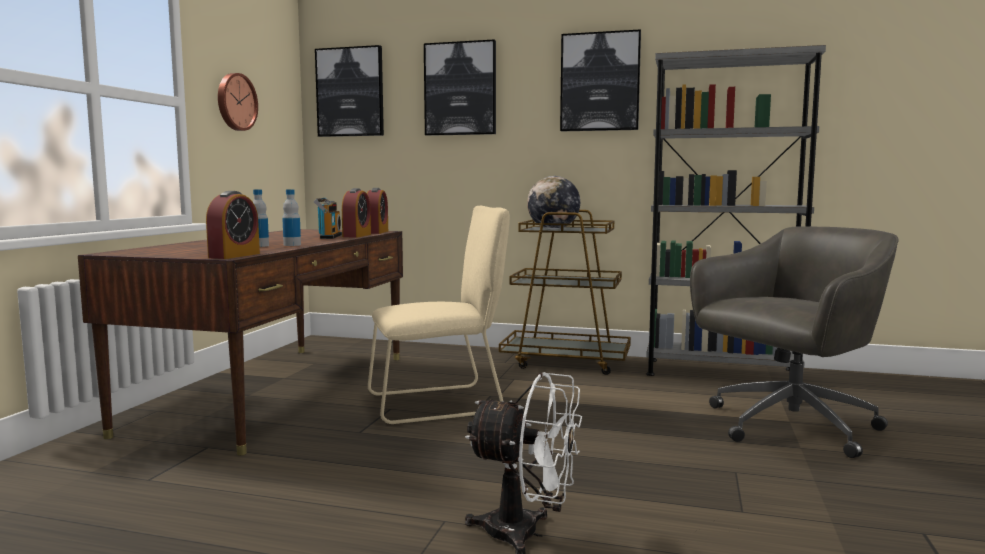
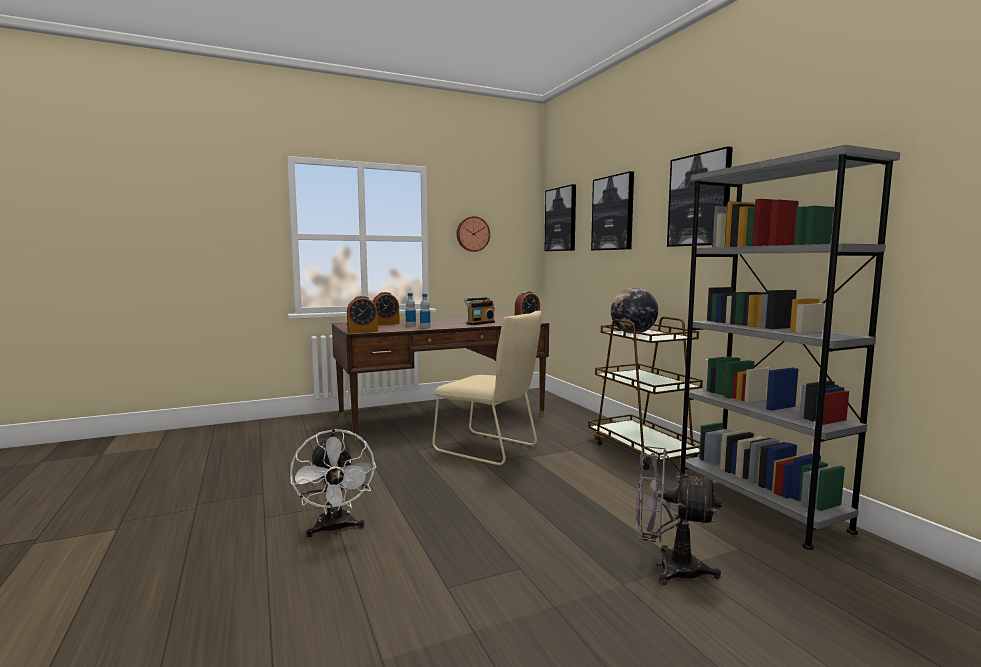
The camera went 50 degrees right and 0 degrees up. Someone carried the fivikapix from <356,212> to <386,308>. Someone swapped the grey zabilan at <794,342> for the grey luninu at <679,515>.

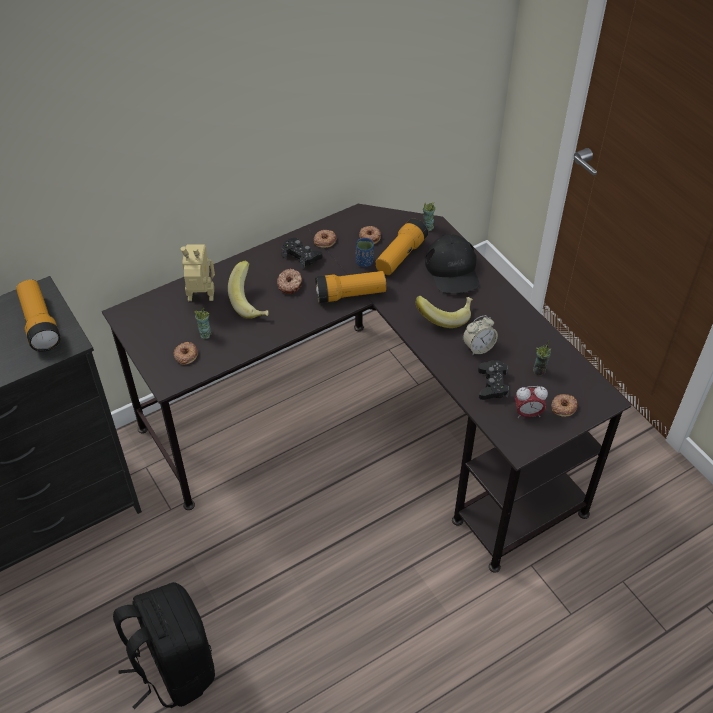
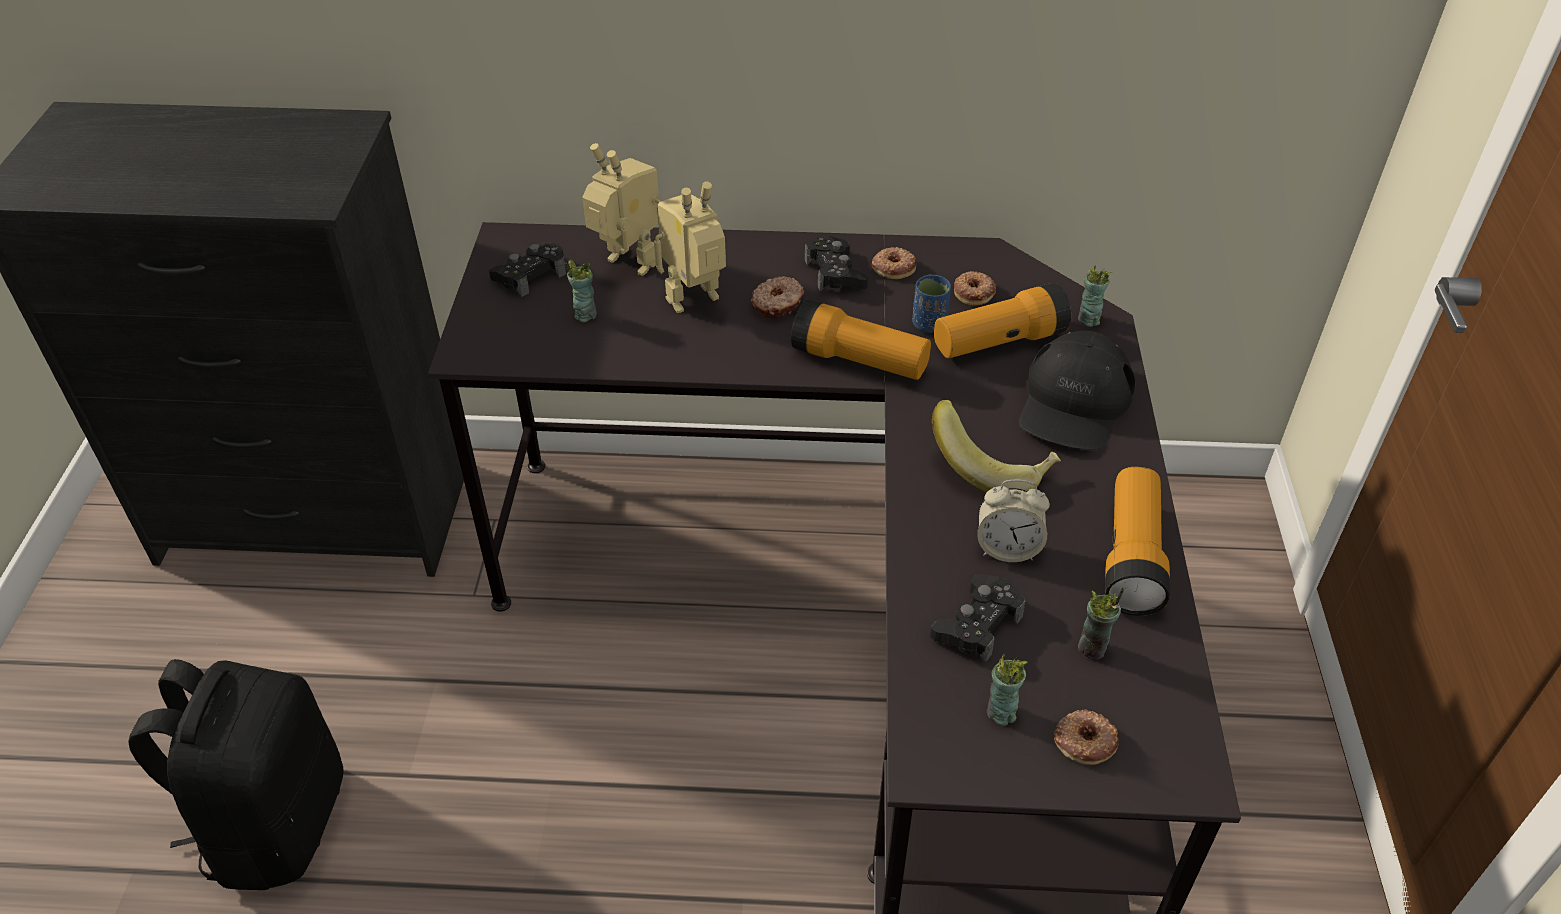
The camera went 35 degrees right and 5 degrees down. Someone took away the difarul at <186,353>. Someone put down the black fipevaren at <527,269>. Someone carried the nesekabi from <38,316> to <1137,541>. Someone swapped the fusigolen at <248,290> for the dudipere at <690,247>. Someone swapped the fivikapix at <531,402> for the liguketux at <1007,689>.

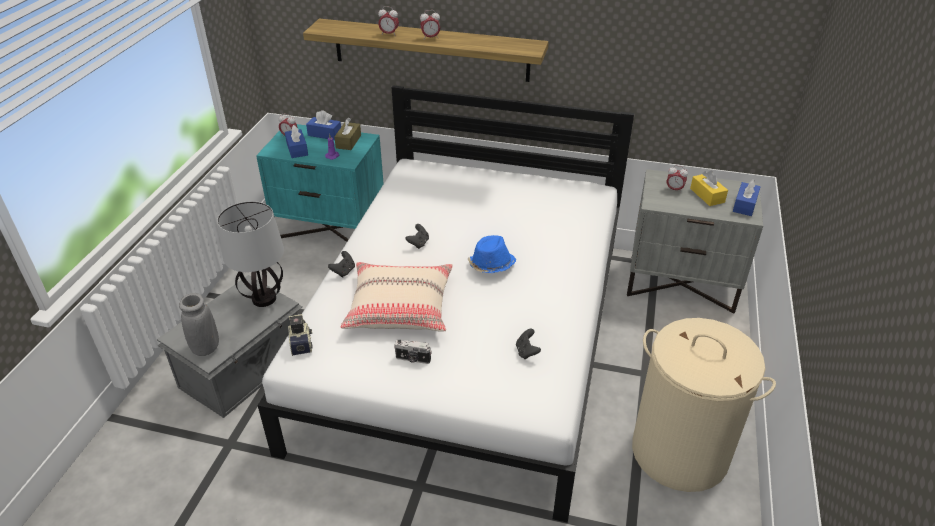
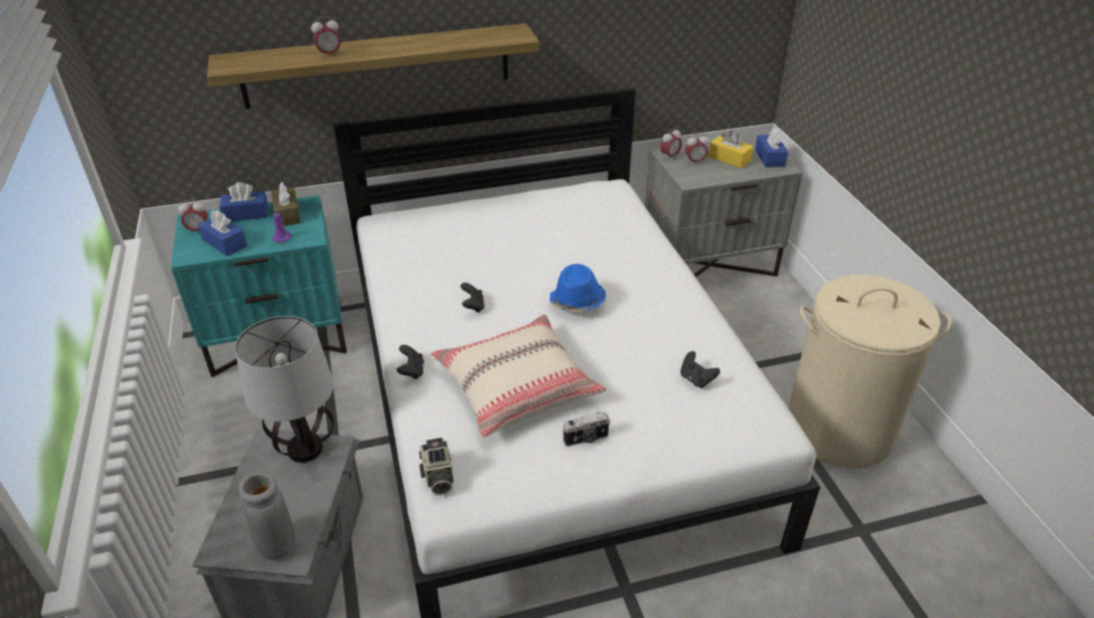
The camera went 30 degrees left and 0 degrees up. Someone carried the fivikapix from <430,25> to <671,144>. Someone rotated the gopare at <300,335> by 150 degrees counterclockwise.

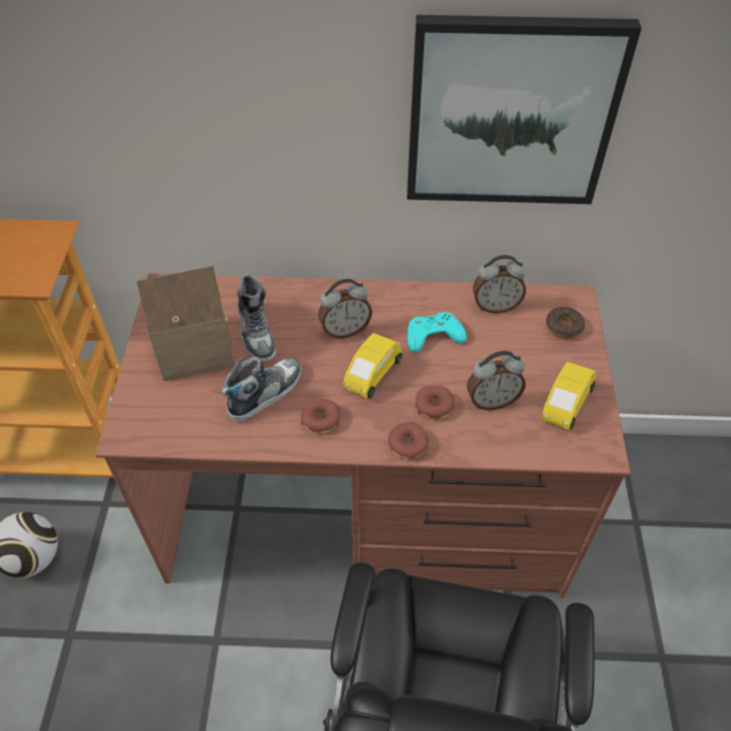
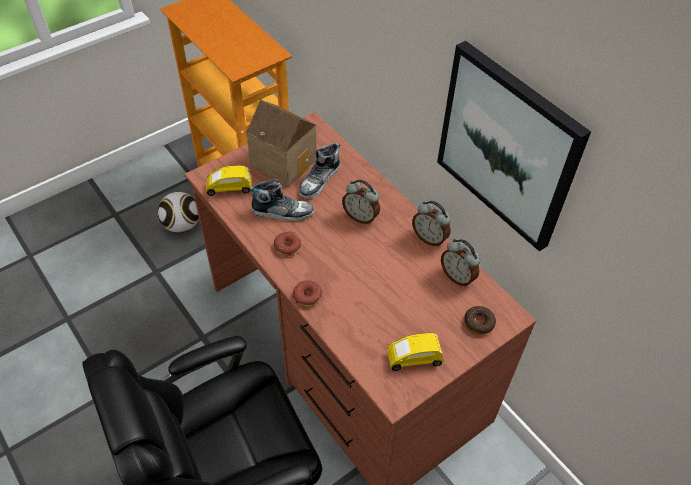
The camera went 50 degrees right and 0 degrees up. Someone took away the turquoise fipevaren at <437,332>. Someone took away the difarul at <435,402>. Someone carried the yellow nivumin from <372,365> to <228,180>. Someone carried the fivikapix from <496,380> to <431,224>.

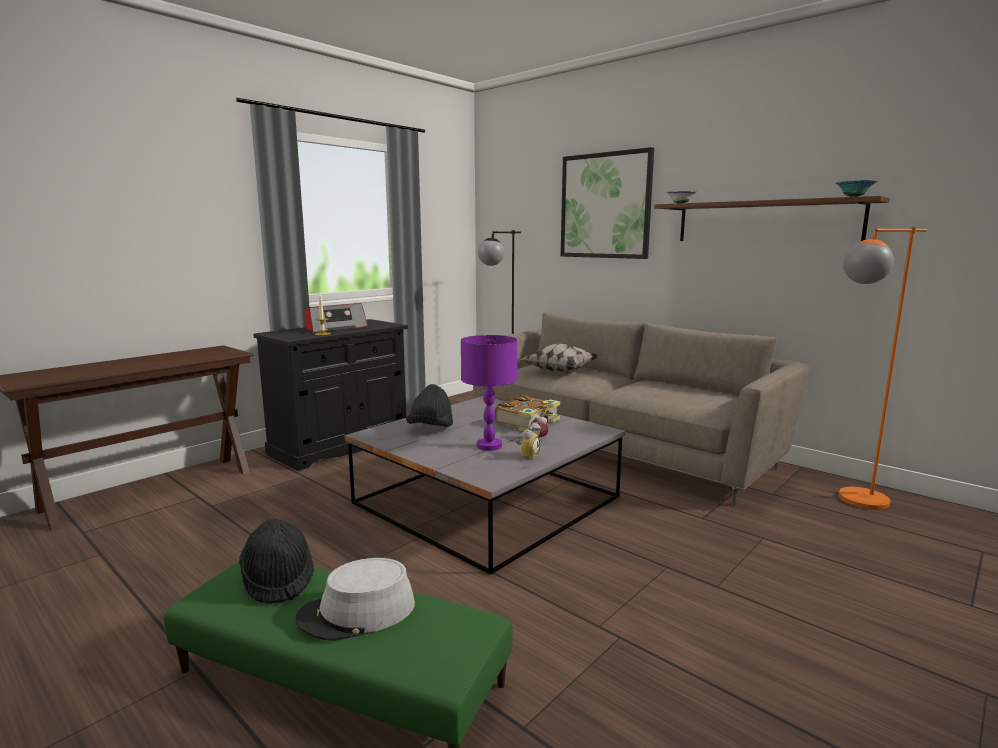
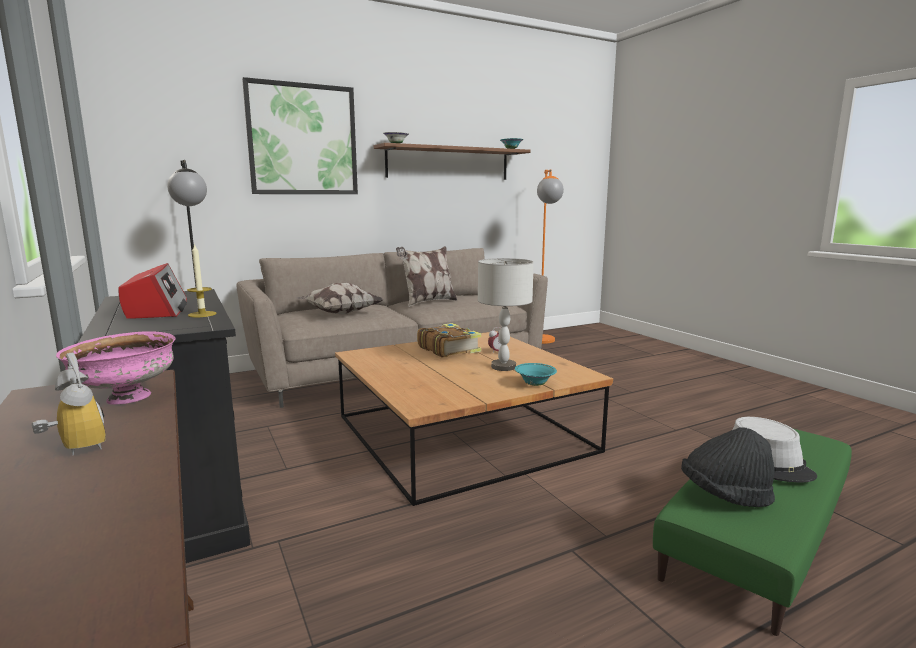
The camera went 70 degrees left and 0 degrees up. Someone took away the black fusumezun at <429,405>. Someone put down the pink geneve at <116,367>. Someone put down the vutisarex at <426,276>. Someone put down the turquoise geneve at <536,374>. Someone carried the fivikapix from <528,438> to <69,404>. Someone repainted the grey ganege at <485,485>, which became the brown ganege at <474,418>. Someone repainted the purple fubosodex at <489,393>, which became the grey fubosodex at <506,314>.

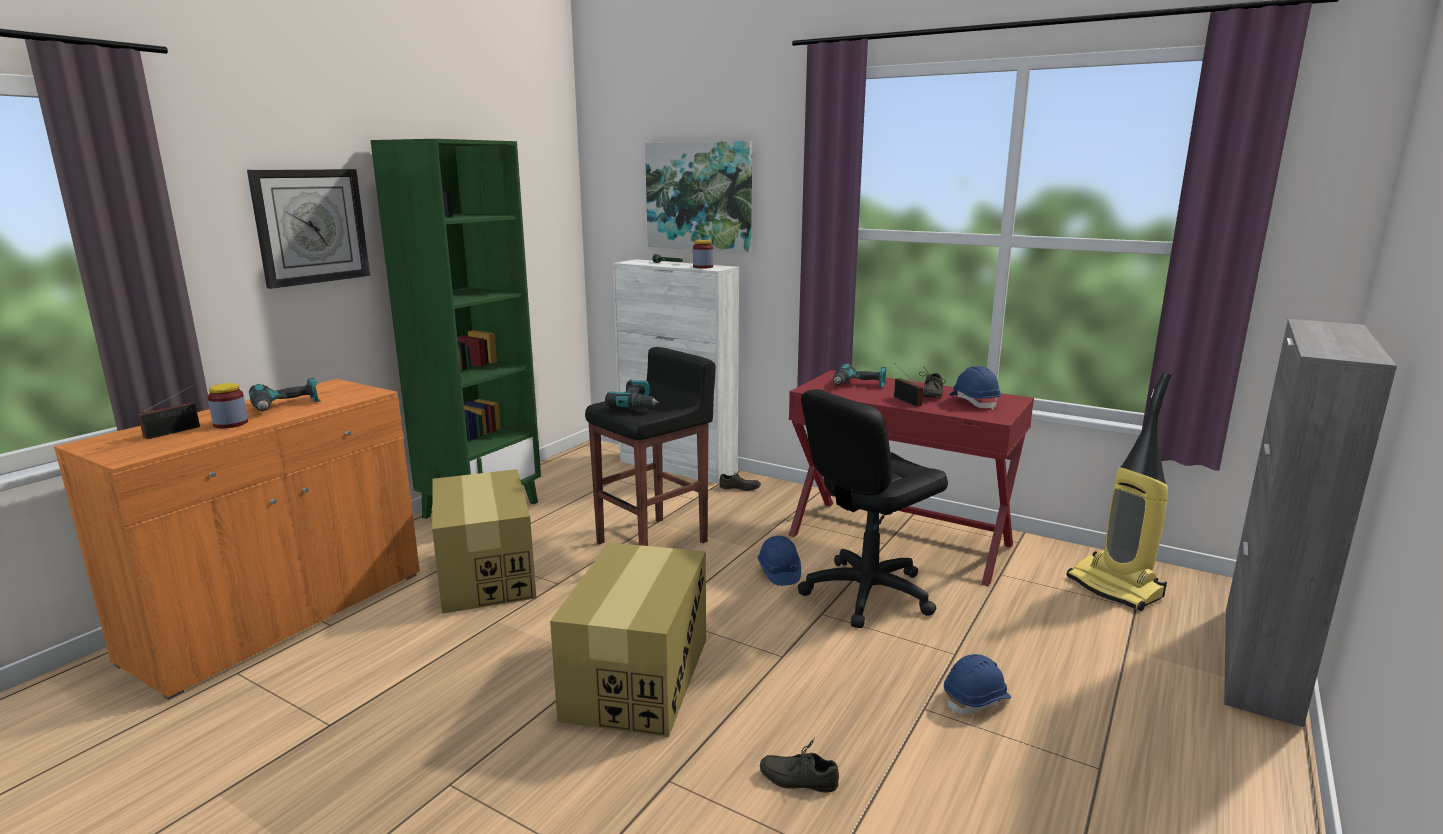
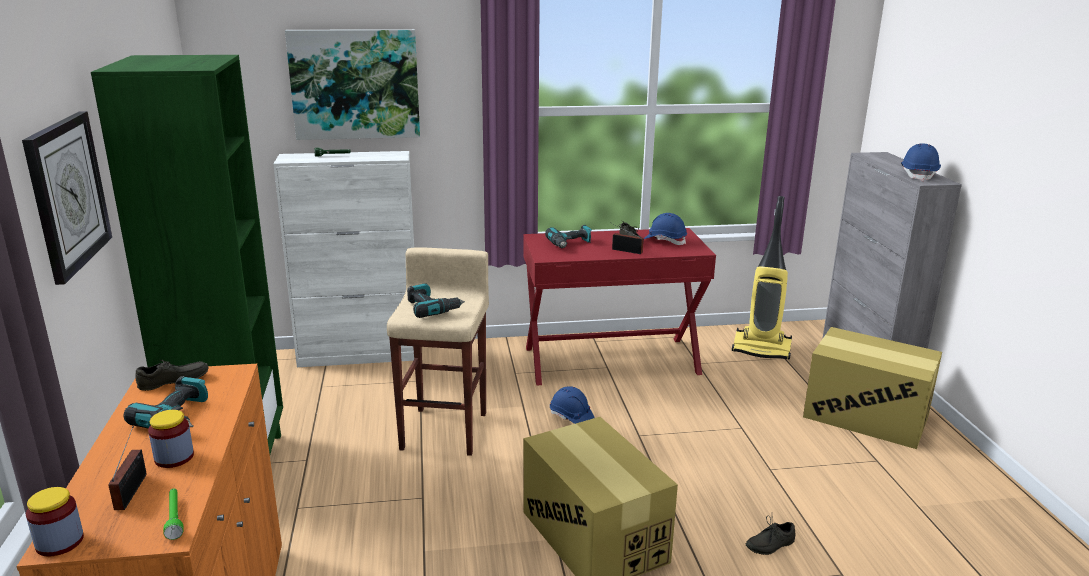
The camera went 40 degrees left and 5 degrees up. Someone took away the black zabilan at <873,508>. Someone put down the green nesekabi at <173,514>. Someone carried the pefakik from <484,541> to <872,388>. Someone carried the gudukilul from <703,254> to <55,522>. Someone carried the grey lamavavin from <740,481> to <172,375>. Someone carried the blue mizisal from <977,684> to <921,162>. Someone repainted the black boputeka at <650,446>, which became the beige boputeka at <438,352>.

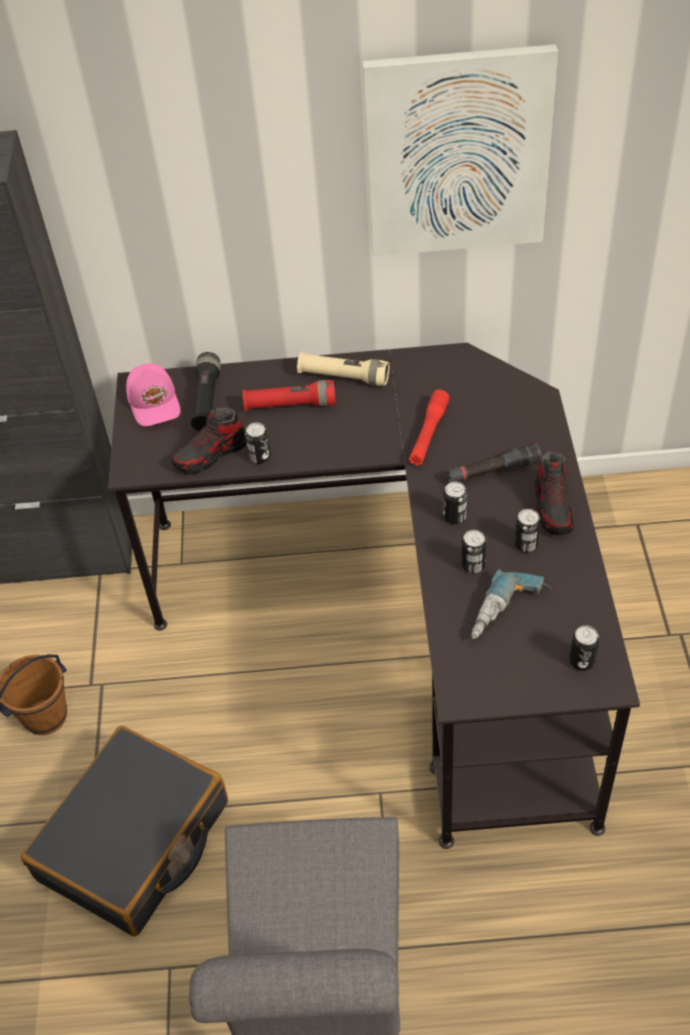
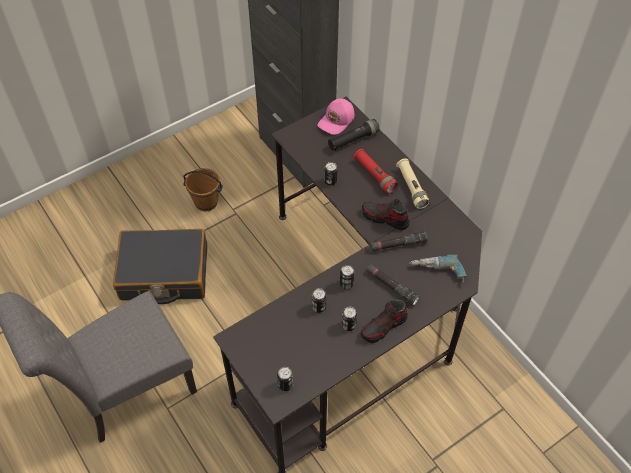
The camera went 55 degrees right and 5 degrees up. Someone took away the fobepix at <460,150>. Someone carried the lamavavin from <209,441> to <386,214>. Someone carried the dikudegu from <511,604> to <438,269>. Someone repainted the red nesekabi at <429,428>, which became the black nesekabi at <398,241>.

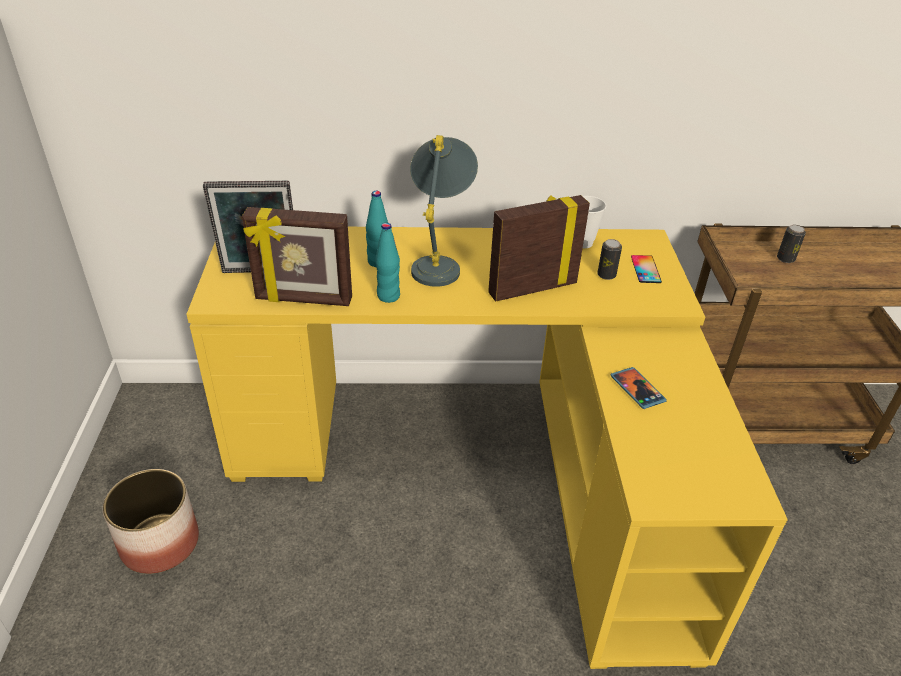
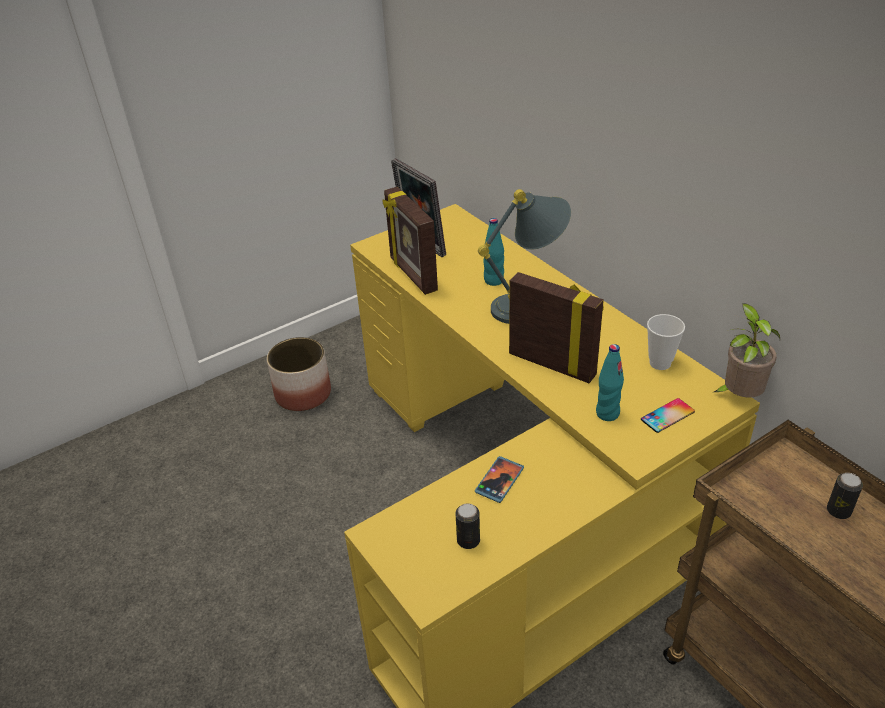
The camera went 60 degrees right and 0 degrees up. Someone put down the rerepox at <746,350>. Someone carried the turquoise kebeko from <387,263> to <610,382>. Someone carried the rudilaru from <609,259> to <467,526>.

